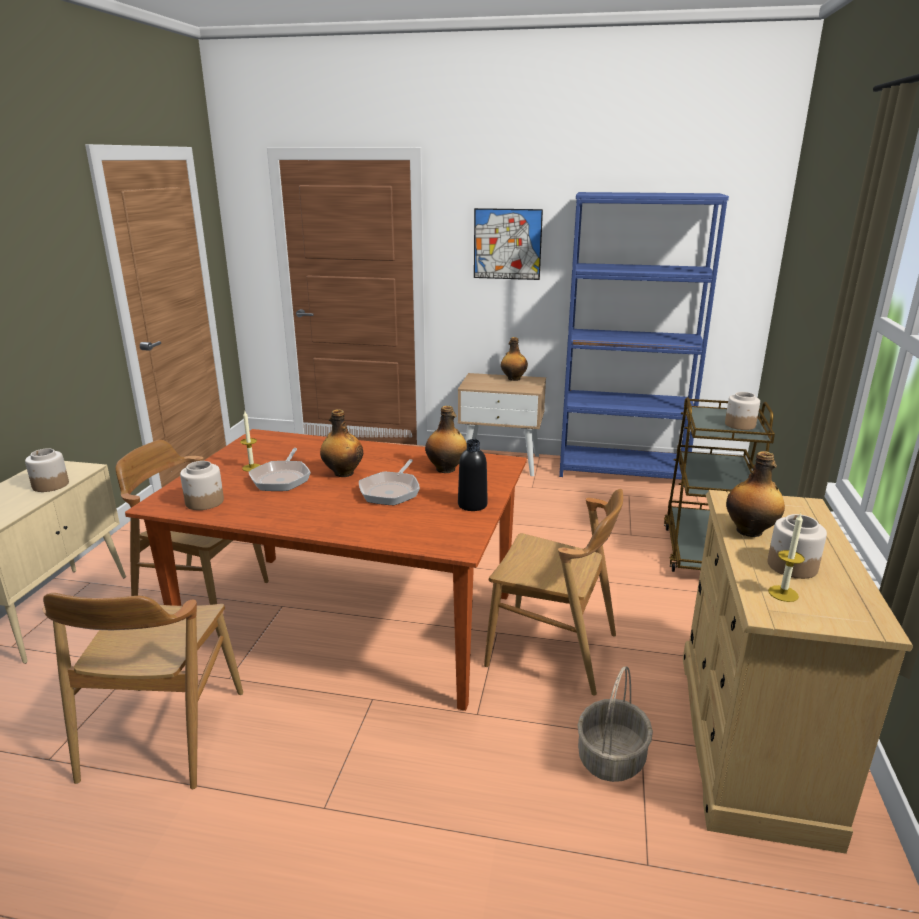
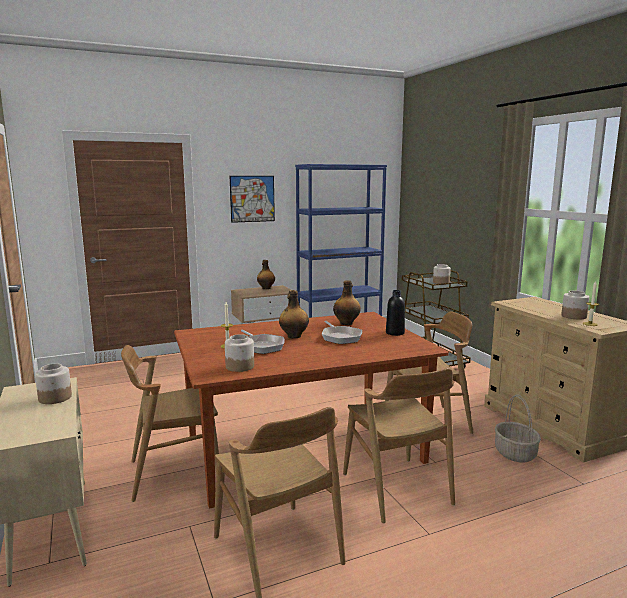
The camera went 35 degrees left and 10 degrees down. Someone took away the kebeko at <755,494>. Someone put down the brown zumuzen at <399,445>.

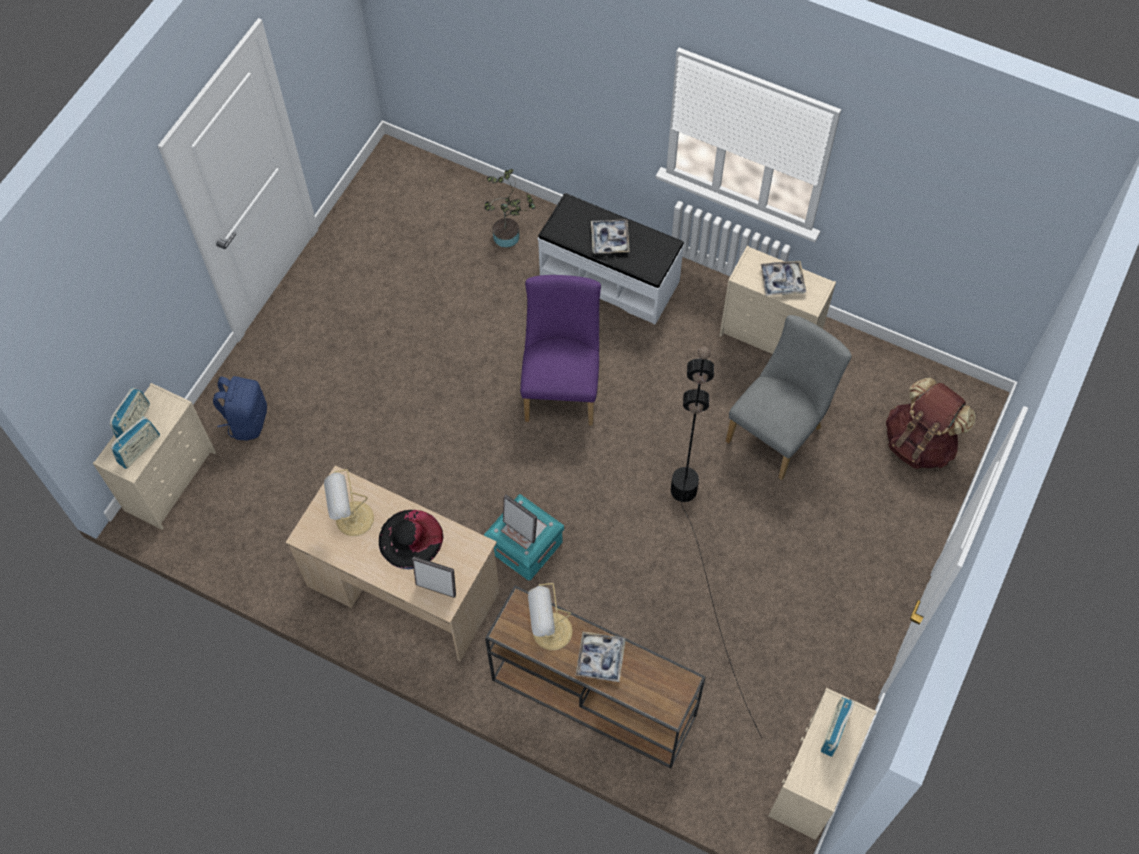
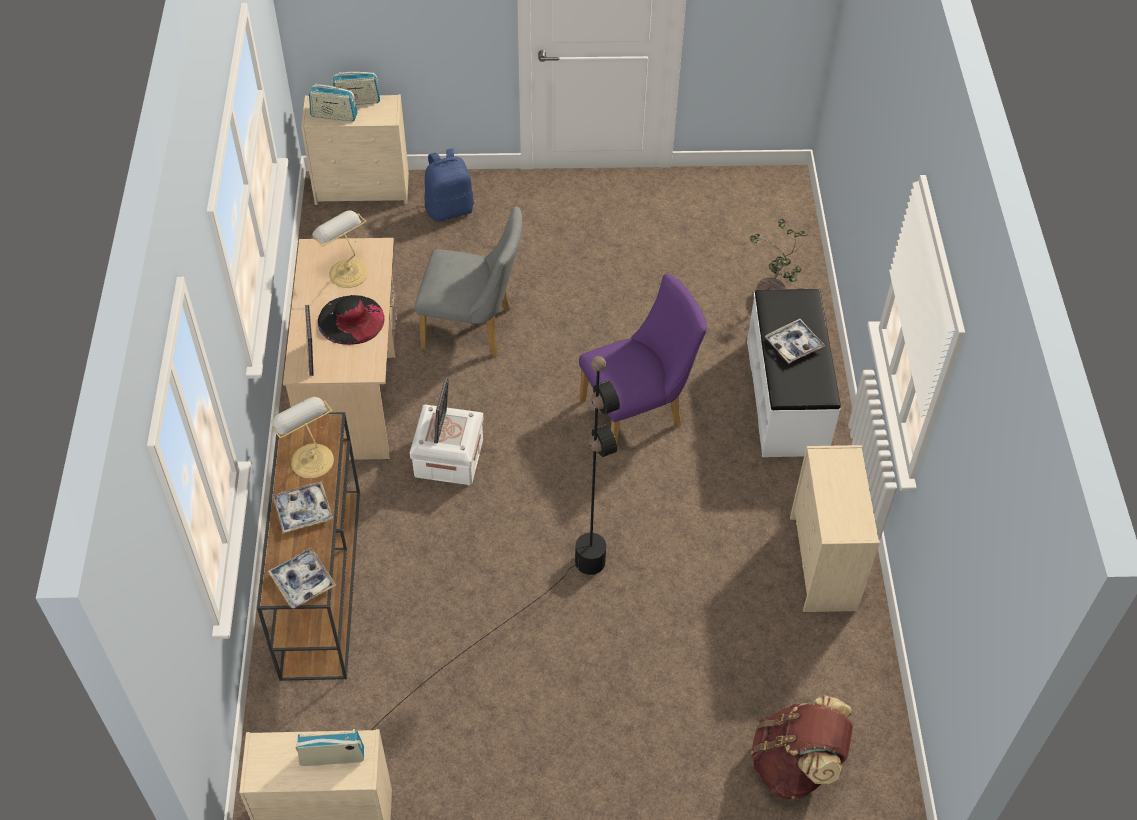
The camera went 60 degrees right and 10 degrees down. Someone carried the grey zumuzen from <789,397> to <468,281>. Someone carried the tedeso from <783,278> to <302,578>. Someone repainted the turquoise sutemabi at <524,537>, which became the white sutemabi at <446,444>.

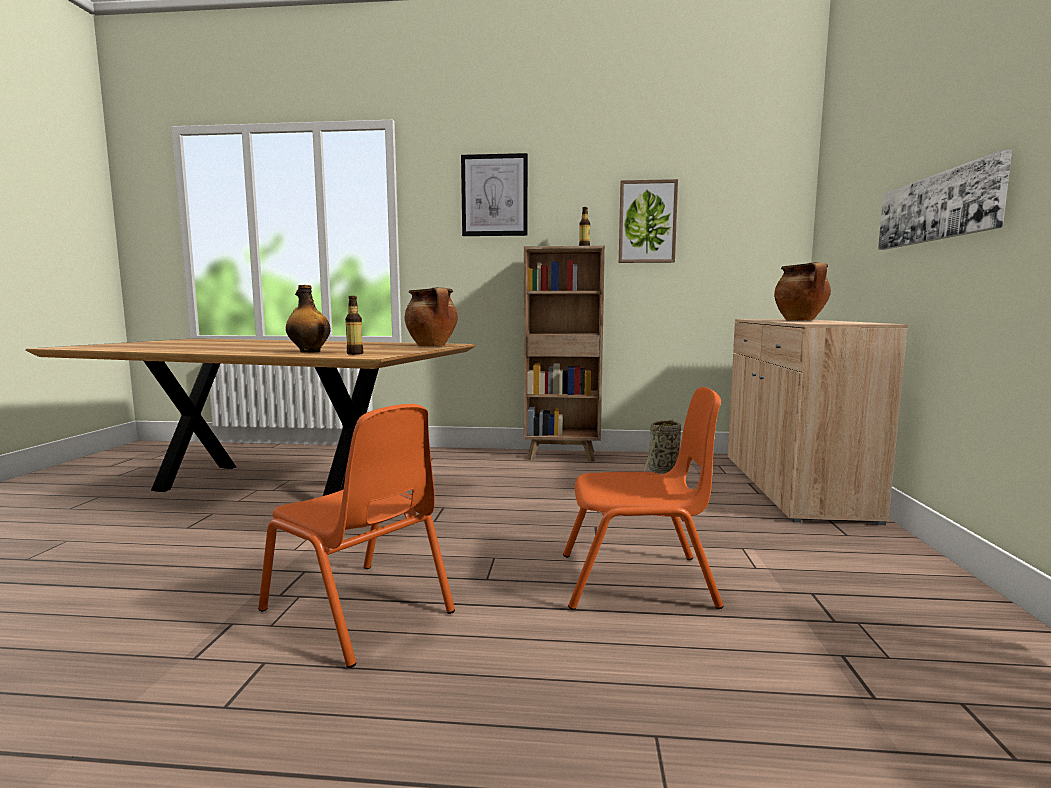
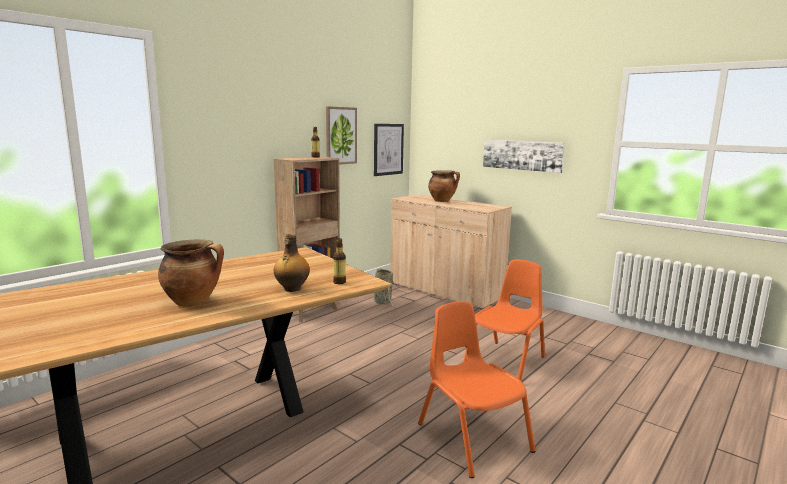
The camera went 55 degrees left and 5 degrees up. Someone carried the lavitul from <431,317> to <191,273>. Someone carried the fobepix from <494,194> to <389,150>. Someone rotated the orange zumuzen at <356,536> by 105 degrees counterclockwise.

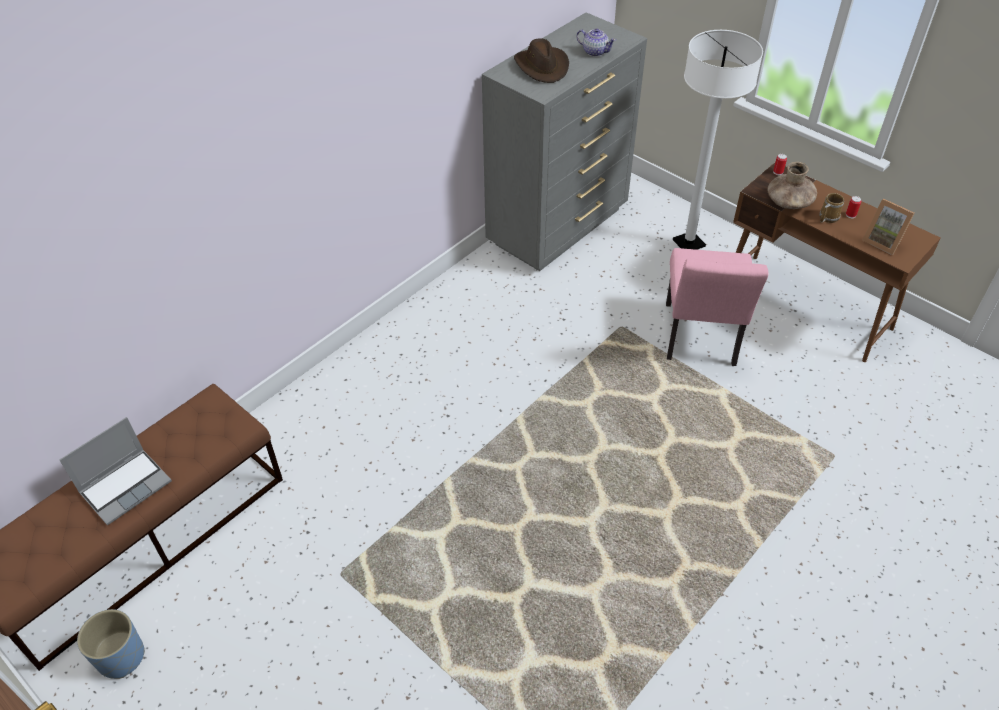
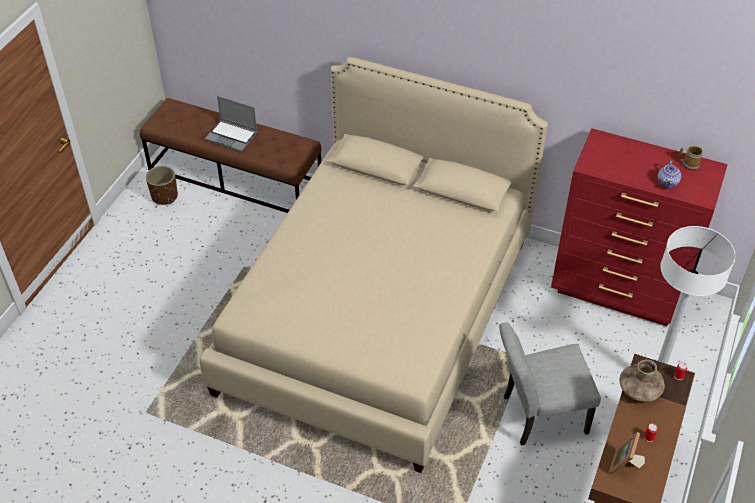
The camera went 70 degrees right and 0 degrees up. Someone took away the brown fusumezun at <541,60>. Someone put down the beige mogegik at <374,265>. Someone carried the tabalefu from <831,208> to <690,158>. Someone repainted the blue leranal at <111,644>, which became the brown leranal at <162,185>. Someone repainted the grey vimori at <564,141>, which became the red vimori at <639,227>. Someone repainted the pink zumuzen at <717,307>, which became the grey zumuzen at <550,384>.

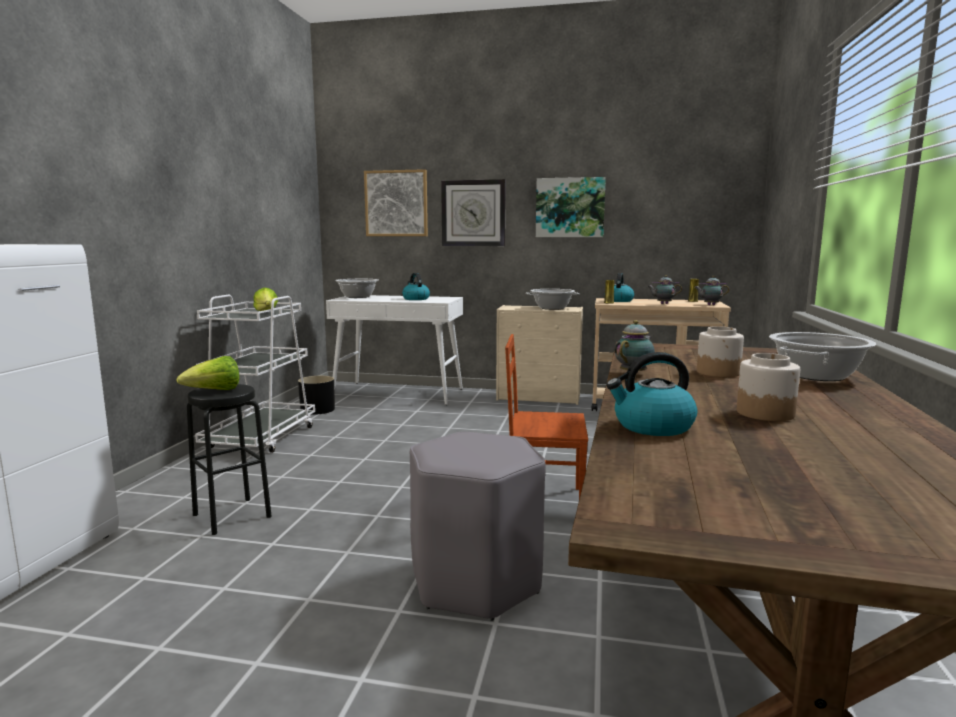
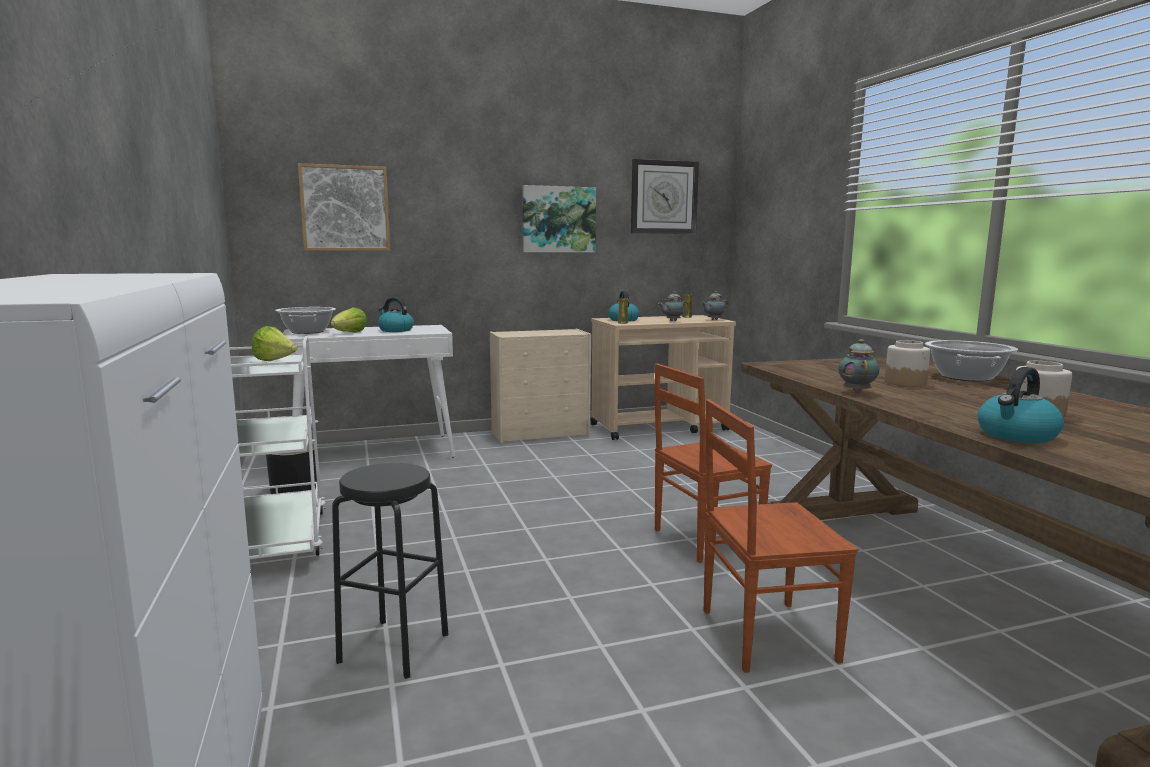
The camera went 30 degrees left and 0 degrees up. Someone took away the lavitul at <553,299>. Someone carried the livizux from <207,373> to <349,320>. Someone carried the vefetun from <473,212> to <665,196>. Someone swapped the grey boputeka at <477,526> for the brown zumuzen at <781,536>.

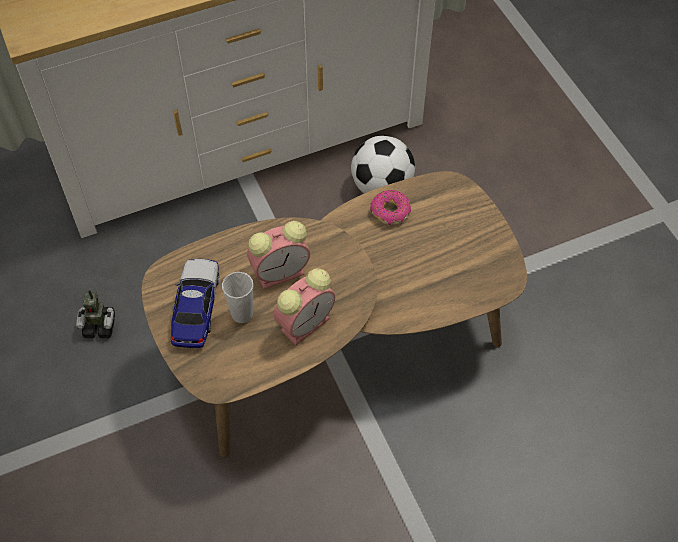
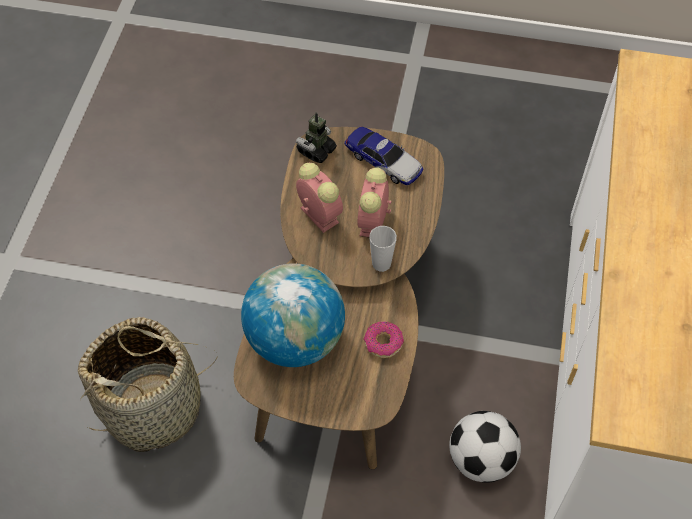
The camera went 125 degrees right and 0 degrees up. Someone put down the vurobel at <148,384>. Someone put down the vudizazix at <293,315>. Someone carried the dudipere from <95,314> to <316,138>. Someone carried the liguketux from <237,297> to <383,249>. Someone rotated the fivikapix at <304,306> by 150 degrees clockwise.

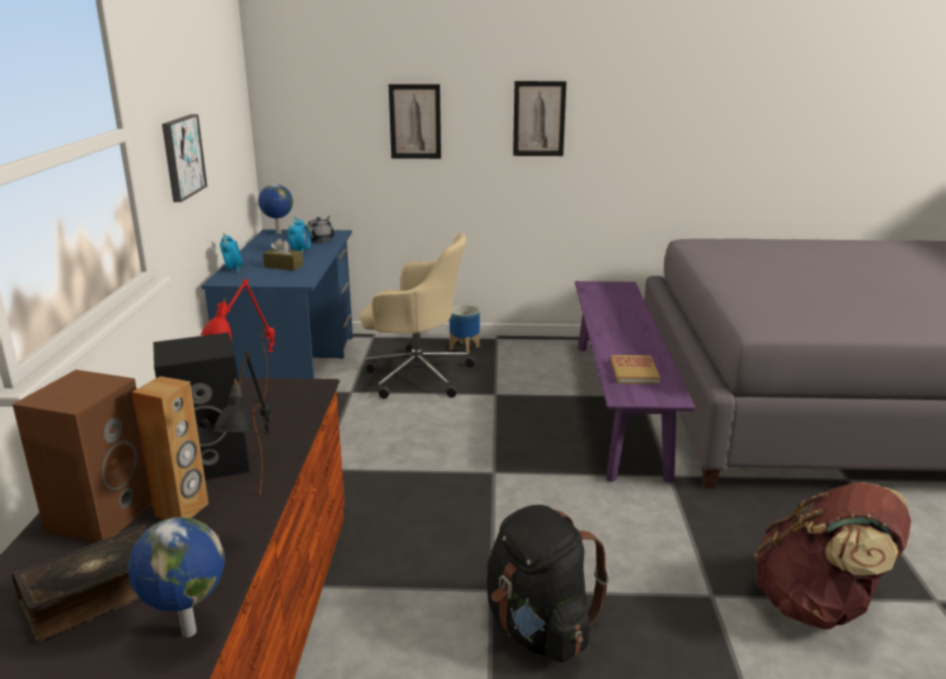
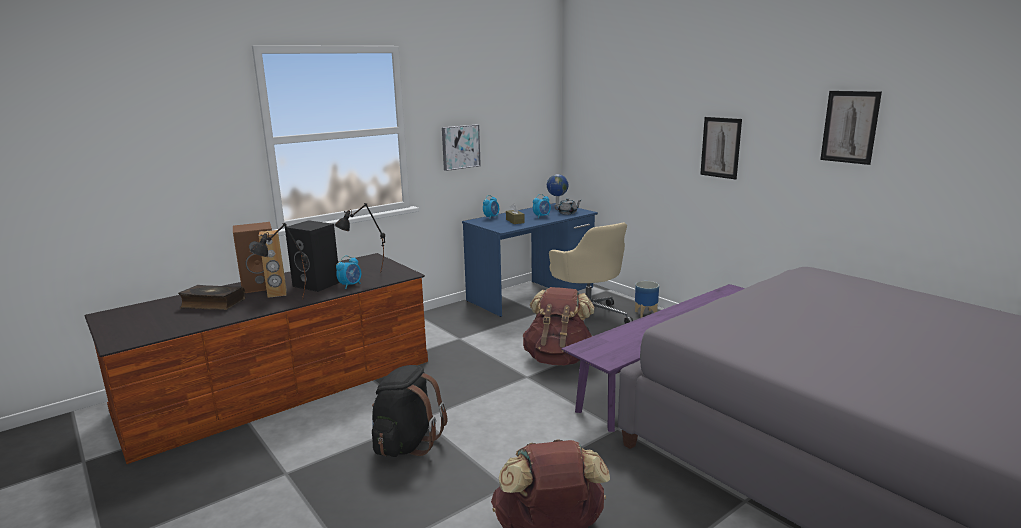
The camera went 50 degrees right and 5 degrees down. Someone took away the vudizazix at <176,577>. Someone took away the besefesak at <635,369>. Someone put down the fivikapix at <348,272>. Someone put down the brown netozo at <558,326>. Someone carried the fobepix from <415,121> to <851,128>. Someone repainted the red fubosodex at <237,339>, which became the black fubosodex at <360,237>.

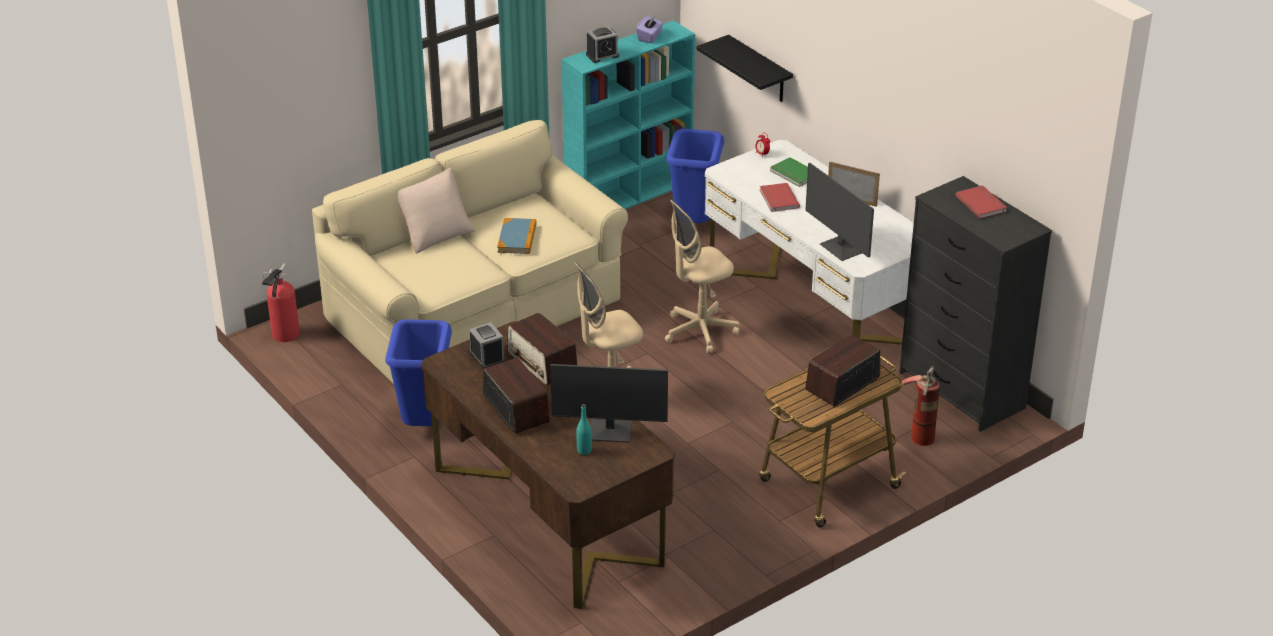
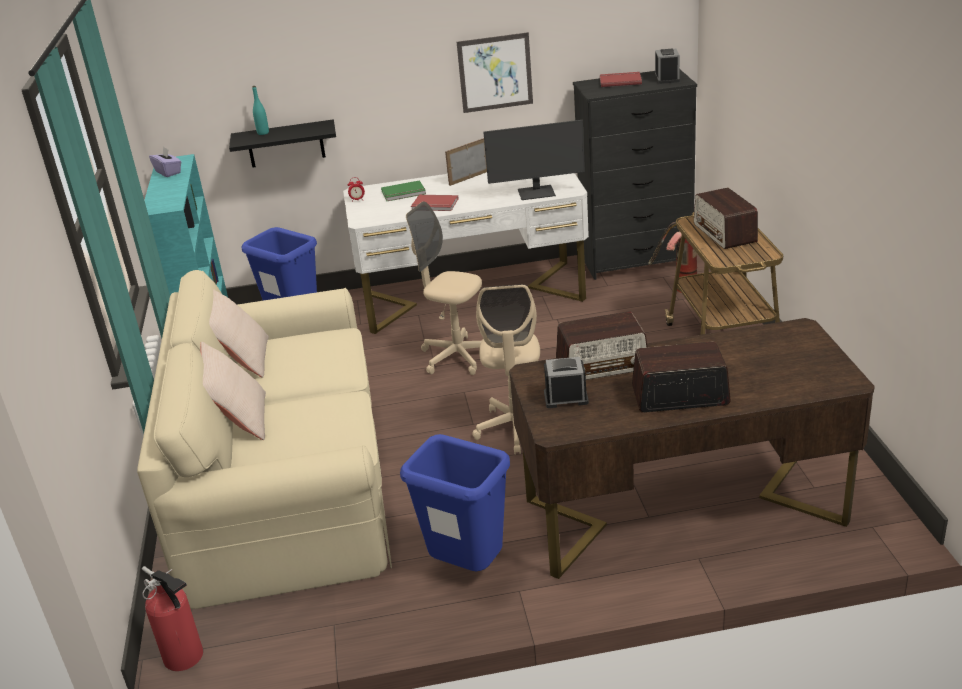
The camera went 60 degrees left and 5 degrees down. Someone took away the besefesak at <517,236>. Someone took away the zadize at <609,403>. Someone put down the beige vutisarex at <239,333>. Someone put up the fobepix at <495,72>. Someone carried the turquoise kebeko from <584,429> to <260,110>. Someone carried the fivikapix from <602,44> to <667,66>. Someone rotated the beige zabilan at <702,276> by 120 degrees clockwise.

